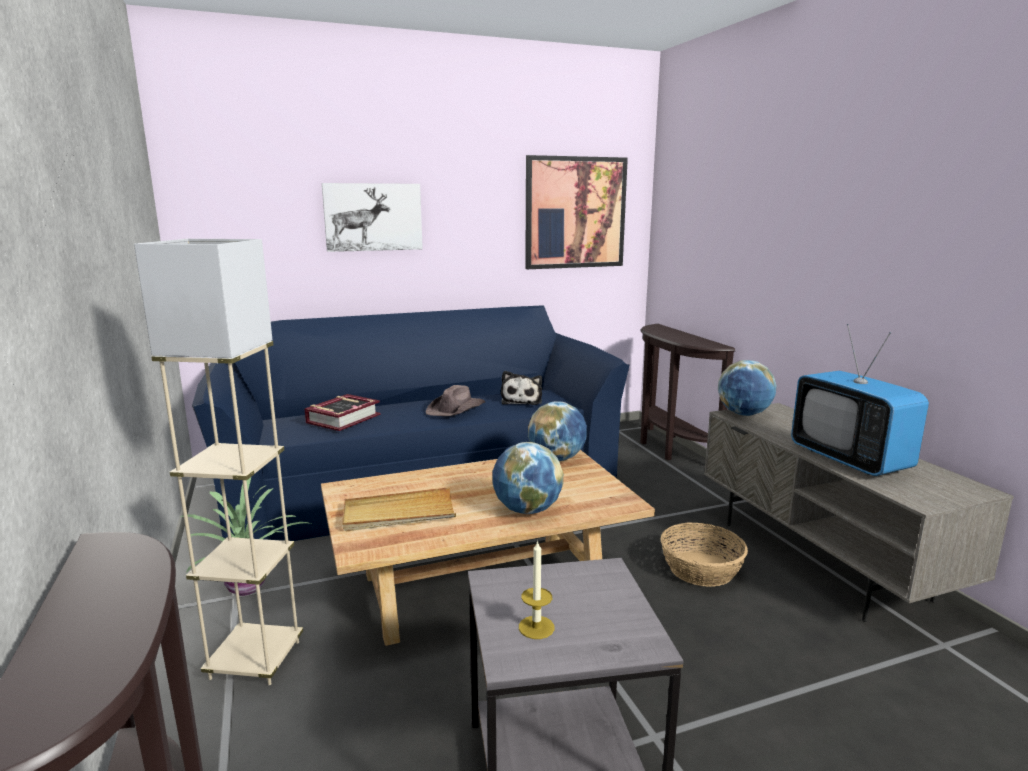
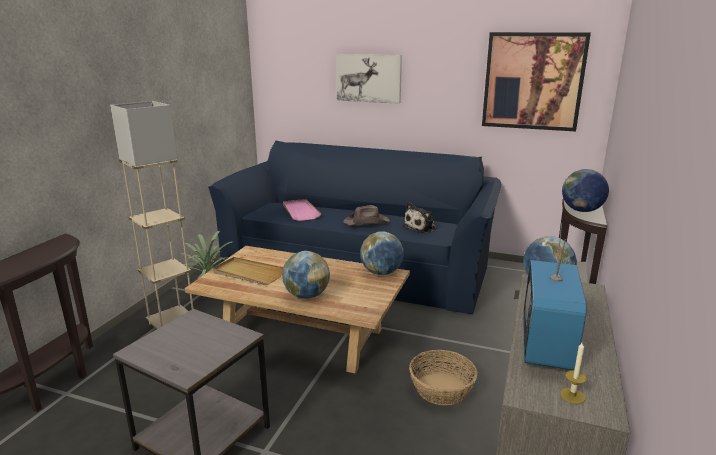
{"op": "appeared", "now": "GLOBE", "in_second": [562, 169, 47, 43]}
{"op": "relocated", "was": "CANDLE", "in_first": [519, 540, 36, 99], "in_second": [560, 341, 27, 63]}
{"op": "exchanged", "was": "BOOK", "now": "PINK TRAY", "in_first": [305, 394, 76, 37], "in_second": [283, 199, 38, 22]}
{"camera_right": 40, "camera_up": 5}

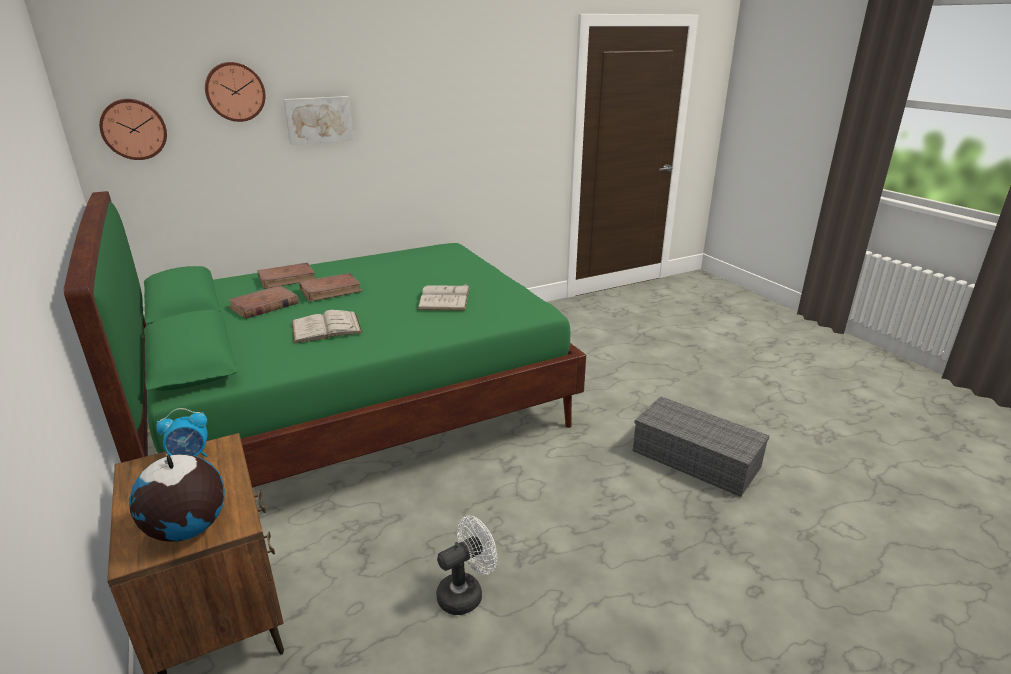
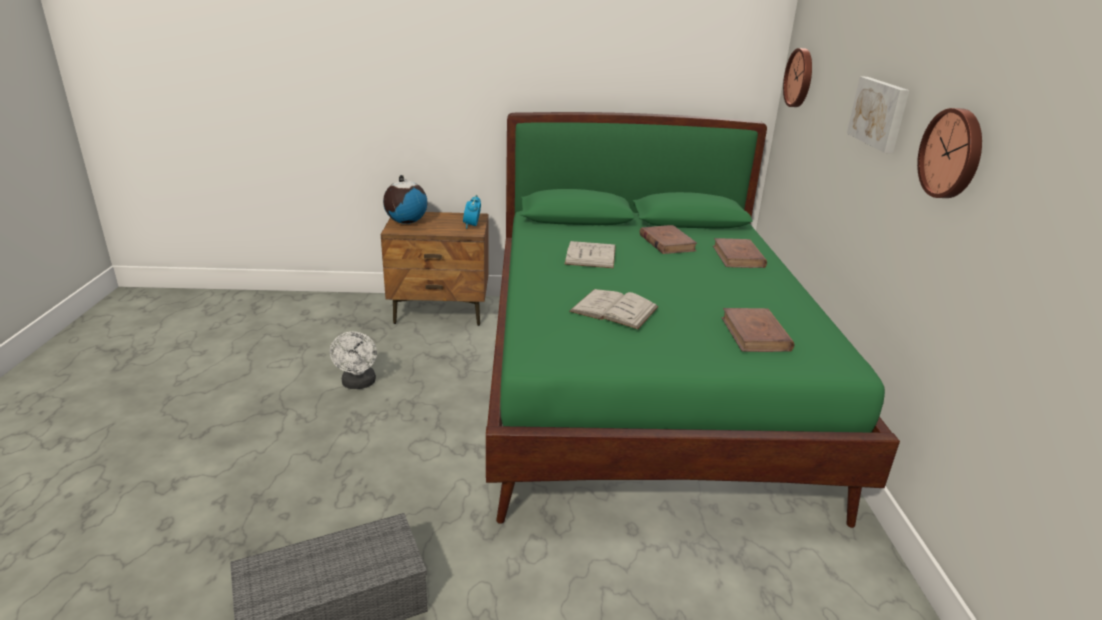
{"op": "relocated", "was": "WALL CLOCK", "in_first": [205, 62, 60, 60], "in_second": [917, 108, 65, 90]}
{"op": "relocated", "was": "BROWN BOOK", "in_first": [299, 273, 63, 29], "in_second": [721, 308, 73, 44]}
{"camera_right": 115, "camera_up": 0}

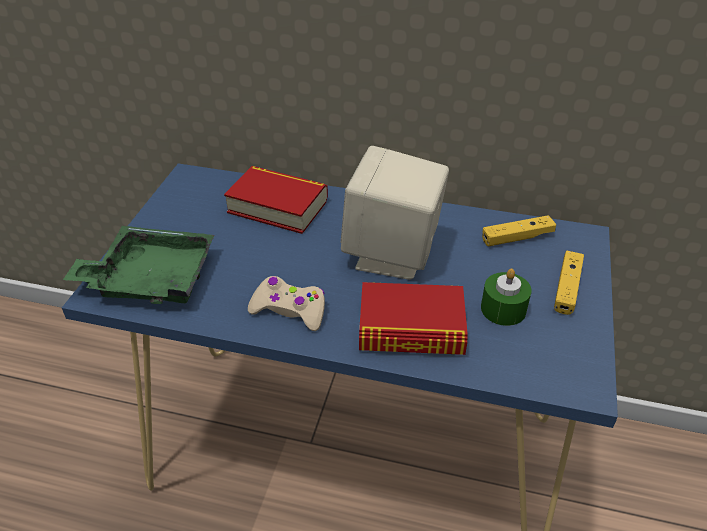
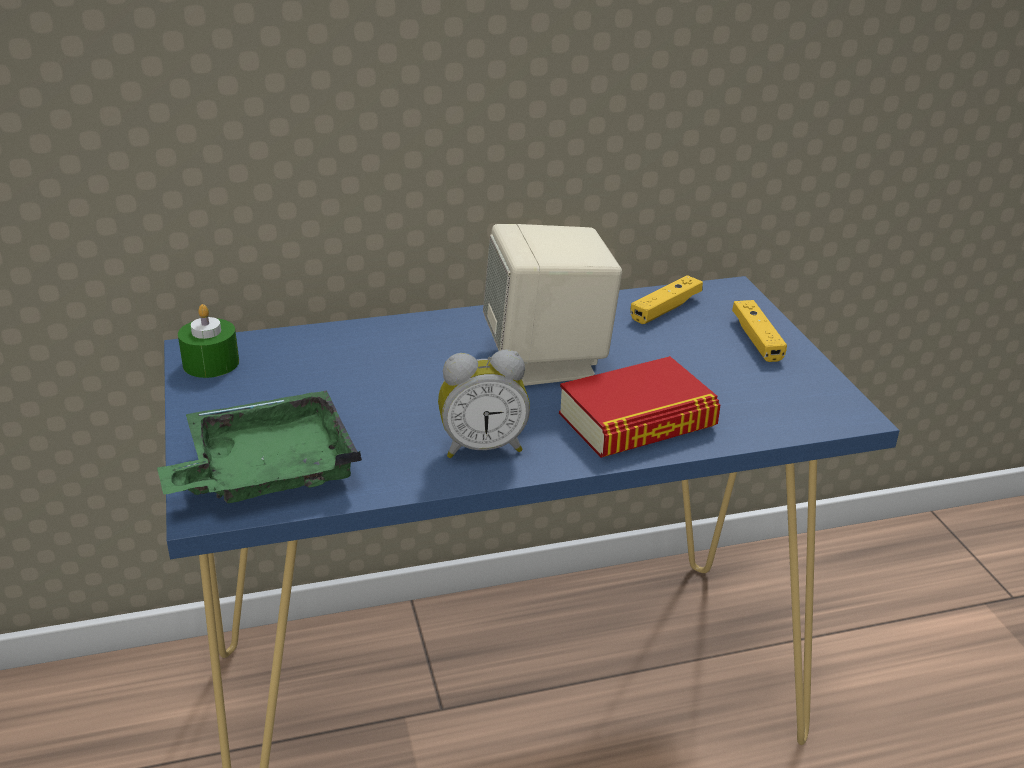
{"op": "missing", "was": "BOOK", "in_first": [224, 166, 104, 68]}
{"op": "relocated", "was": "GREEN CANDLE", "in_first": [481, 268, 50, 58], "in_second": [178, 304, 61, 74]}
{"op": "exchanged", "was": "BEIGE GAME CONTROLLER", "now": "ALARM CLOCK", "in_first": [248, 276, 77, 55], "in_second": [438, 350, 92, 108]}
{"camera_right": -30, "camera_up": -10}

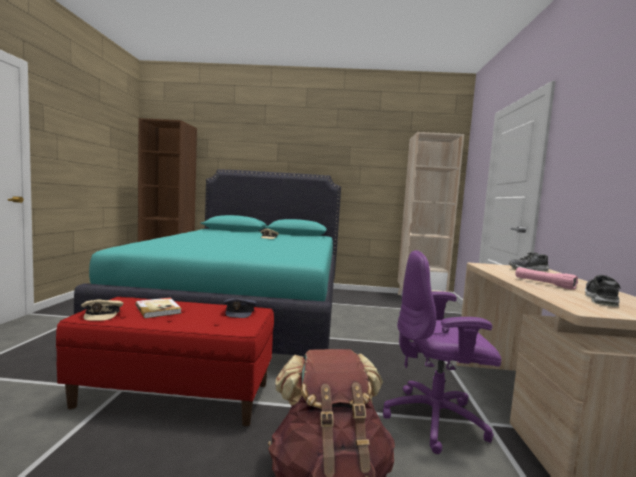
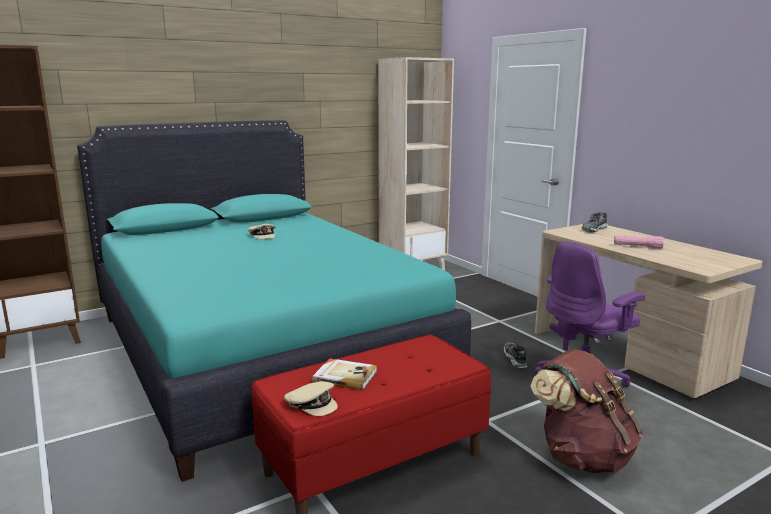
{"op": "missing", "was": "GREY CAP", "in_first": [223, 298, 34, 20]}
{"op": "relocated", "was": "SHOE", "in_first": [585, 275, 36, 32], "in_second": [504, 342, 23, 26]}
{"camera_right": -35, "camera_up": 10}

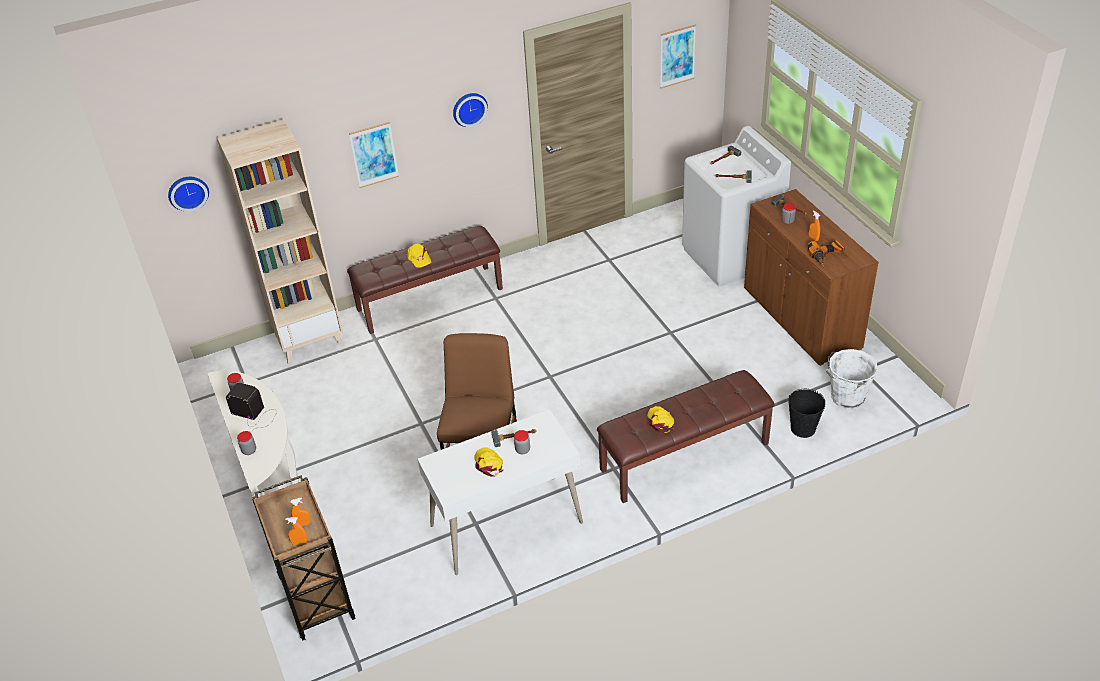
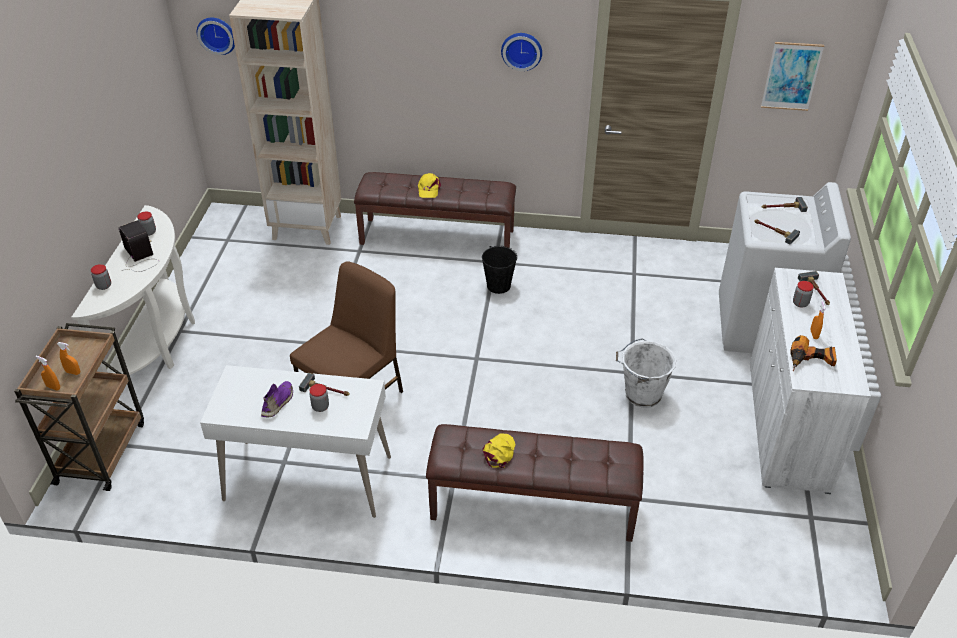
{"op": "missing", "was": "PICTURE", "in_first": [349, 122, 50, 66]}
{"op": "relocated", "was": "BLACK BUCKET", "in_first": [788, 389, 38, 49], "in_second": [482, 246, 35, 48]}
{"op": "relocated", "was": "WHITE BUCKET", "in_first": [826, 349, 52, 60], "in_second": [616, 339, 60, 69]}
{"op": "exchanged", "was": "YELLOW CAP", "now": "PURPLE SHOE", "in_first": [474, 447, 30, 30], "in_second": [261, 381, 32, 36]}
{"op": "colour", "was": "BROWN CABINET", "now": "WHITE CABINET", "in_first": [744, 189, 135, 177], "in_second": [750, 268, 121, 226]}
{"camera_right": 30, "camera_up": 0}

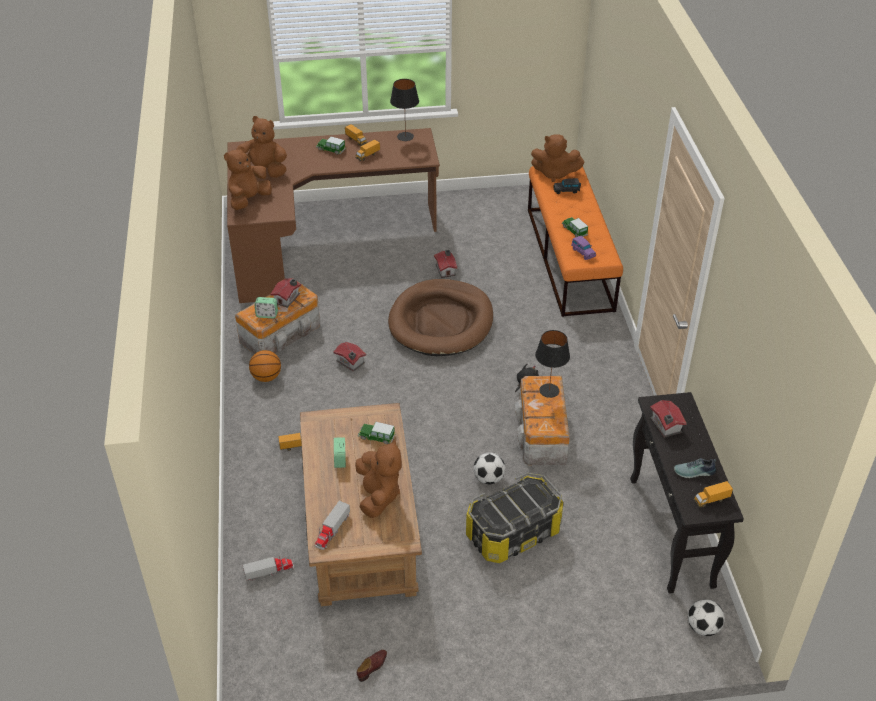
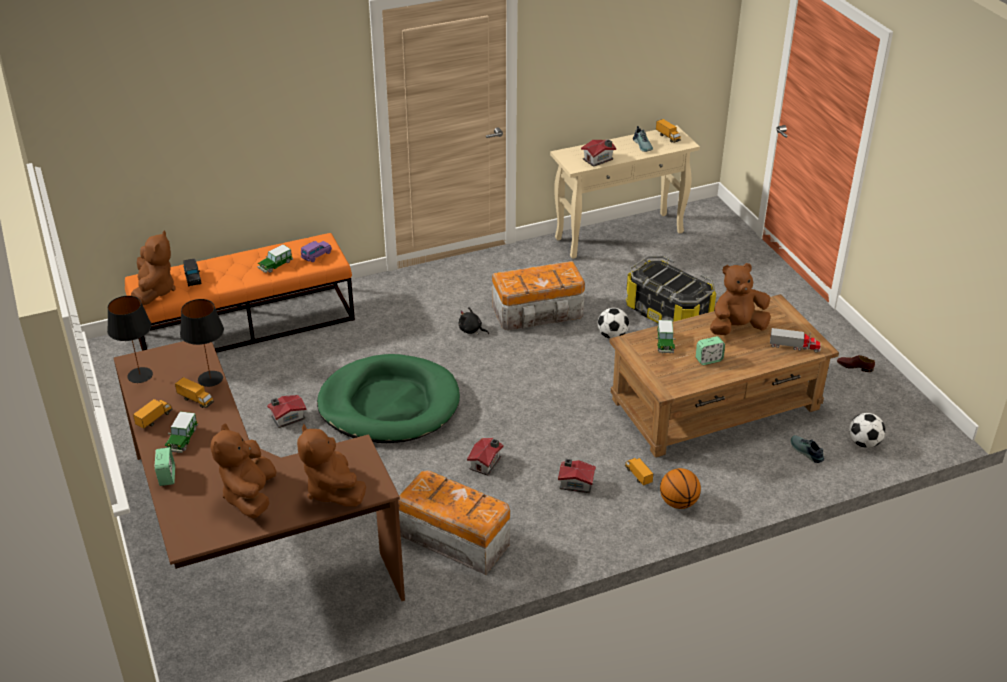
{"op": "relocated", "was": "BASKETBALL", "in_first": [249, 350, 32, 32], "in_second": [660, 468, 41, 41]}
{"op": "relocated", "was": "ALARM CLOCK", "in_first": [254, 297, 24, 21], "in_second": [155, 447, 20, 39]}
{"op": "relocated", "was": "TOY HOUSE", "in_first": [270, 278, 31, 30], "in_second": [558, 459, 38, 34]}
{"op": "relocated", "was": "BLACK TABLE LAMP", "in_first": [535, 330, 35, 68], "in_second": [180, 299, 44, 88]}
{"op": "relocated", "was": "FOOTBALL", "in_first": [688, 599, 37, 37], "in_second": [849, 413, 36, 35]}
{"op": "exchanged", "was": "TOY TRUCK", "now": "SHOE", "in_first": [243, 555, 51, 27], "in_second": [791, 435, 33, 28]}
{"op": "colour", "was": "BROWN DOG BED", "now": "GREEN DOG BED", "in_first": [388, 279, 105, 77], "in_second": [317, 354, 143, 89]}
{"op": "colour", "was": "BLACK CONSOLE TABLE", "now": "BEIGE CONSOLE TABLE", "in_first": [630, 392, 114, 202], "in_second": [550, 125, 150, 134]}
{"op": "spun", "was": "BROWN PLUSH TOY", "in_first": [224, 146, 48, 64], "in_second": [297, 424, 69, 83], "clockwise": 45}
{"camera_right": -105, "camera_up": -5}

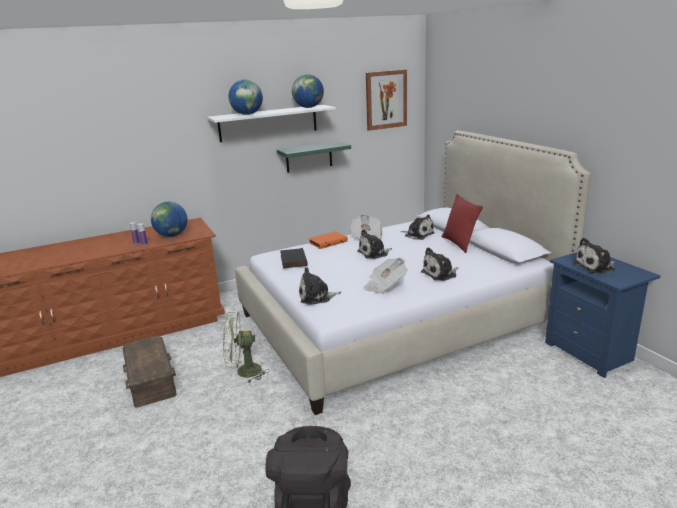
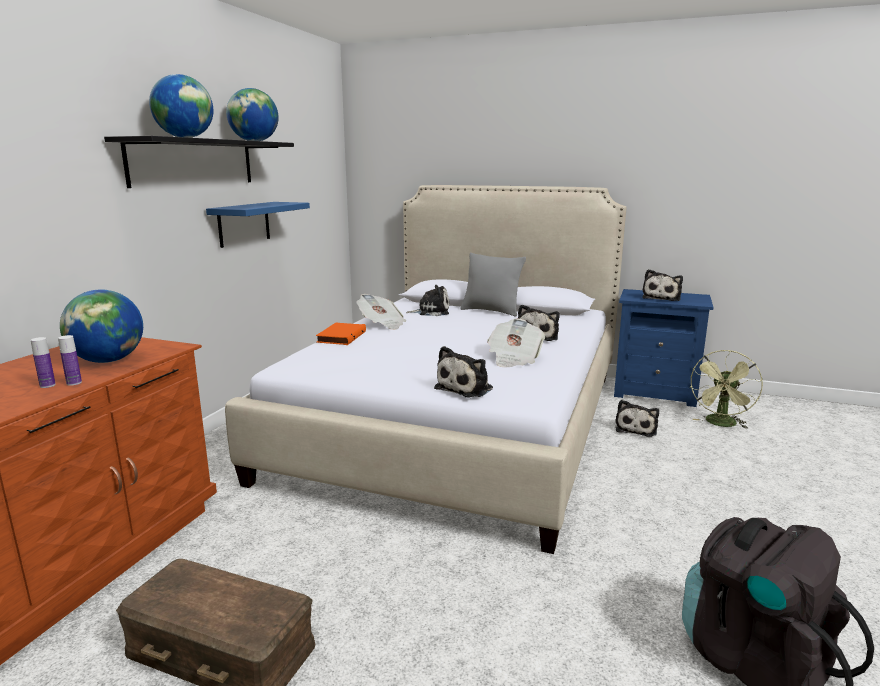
{"op": "missing", "was": "BLACK BOOK", "in_first": [280, 248, 28, 20]}
{"op": "missing", "was": "PICTURE", "in_first": [366, 70, 41, 61]}
{"op": "relocated", "was": "GREEN FAN", "in_first": [223, 312, 45, 71], "in_second": [689, 350, 74, 78]}
{"op": "relocated", "was": "PLUSH TOY", "in_first": [357, 229, 35, 30], "in_second": [615, 400, 44, 37]}
{"op": "colour", "was": "WHITE SHELF", "now": "BLACK SHELF", "in_first": [207, 105, 129, 37], "in_second": [104, 136, 190, 52]}
{"op": "colour", "was": "GREEN SHELF", "now": "BLUE SHELF", "in_first": [277, 141, 74, 32], "in_second": [206, 202, 104, 46]}
{"op": "colour", "was": "RED PILLOW", "now": "GREY PILLOW", "in_first": [442, 194, 41, 59], "in_second": [460, 253, 66, 64]}
{"camera_right": -45, "camera_up": -5}

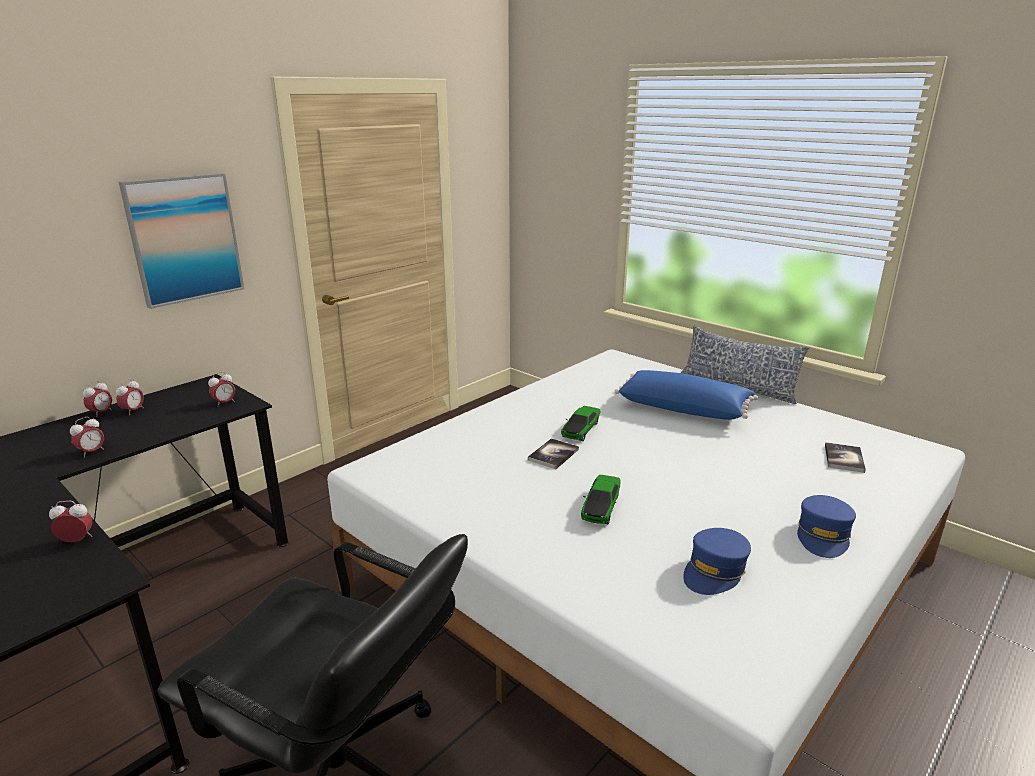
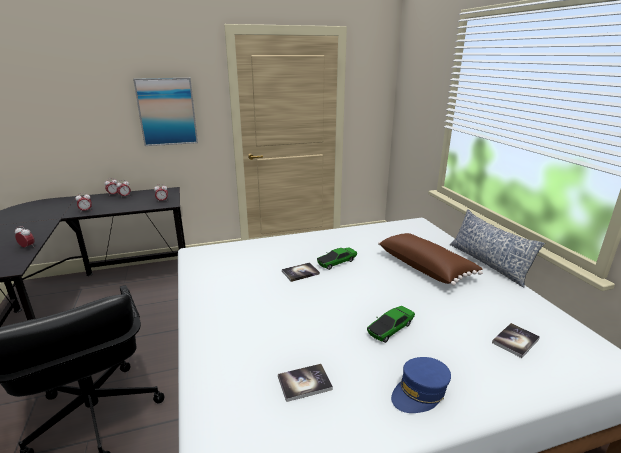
{"op": "relocated", "was": "TOY CAR", "in_first": [581, 475, 40, 49], "in_second": [367, 306, 48, 37]}
{"op": "exchanged", "was": "BLUE CAP", "now": "BOOK", "in_first": [683, 528, 68, 67], "in_second": [278, 364, 55, 38]}
{"op": "colour", "was": "BLUE PILLOW", "now": "BROWN PILLOW", "in_first": [615, 370, 143, 50], "in_second": [378, 233, 104, 53]}
{"camera_right": 30, "camera_up": 0}

